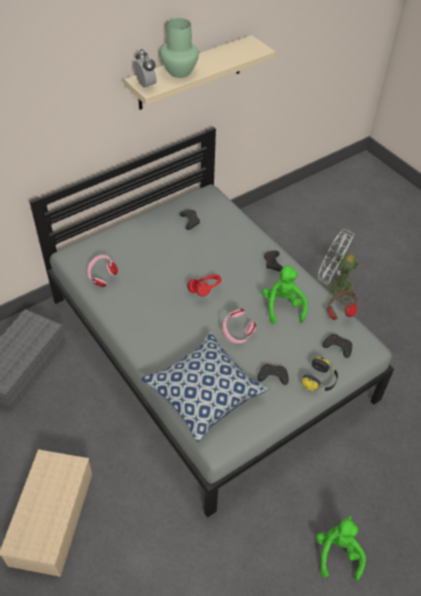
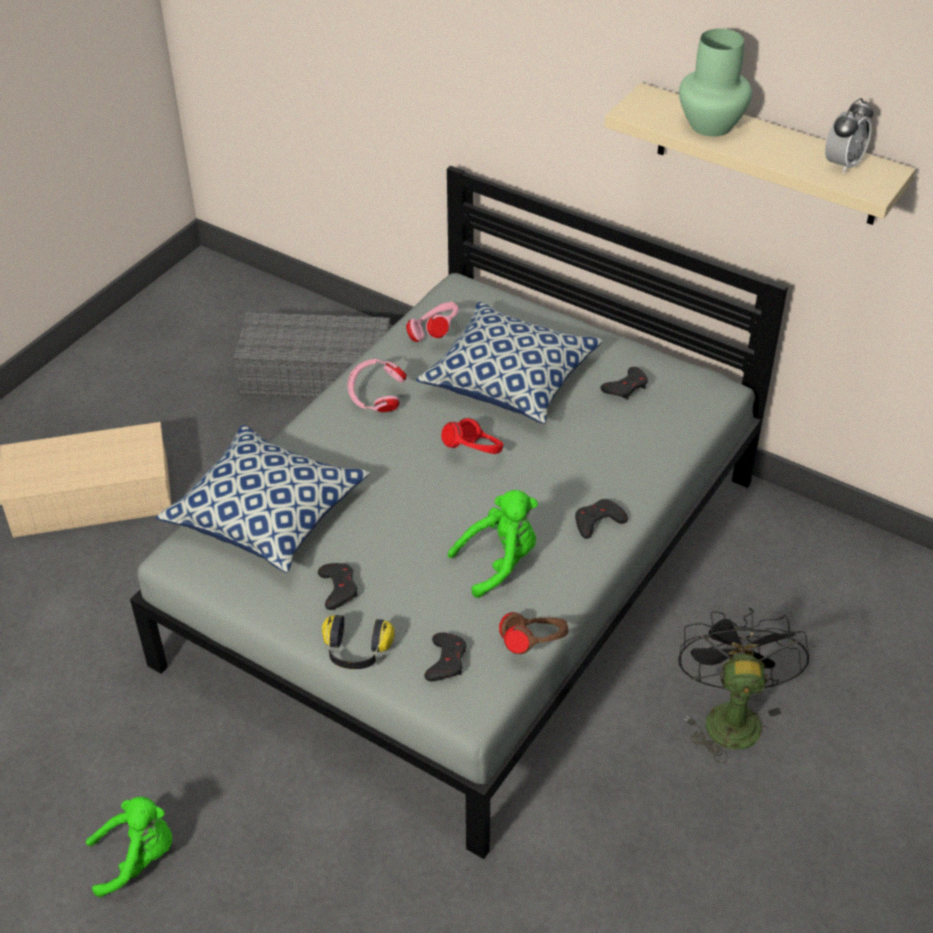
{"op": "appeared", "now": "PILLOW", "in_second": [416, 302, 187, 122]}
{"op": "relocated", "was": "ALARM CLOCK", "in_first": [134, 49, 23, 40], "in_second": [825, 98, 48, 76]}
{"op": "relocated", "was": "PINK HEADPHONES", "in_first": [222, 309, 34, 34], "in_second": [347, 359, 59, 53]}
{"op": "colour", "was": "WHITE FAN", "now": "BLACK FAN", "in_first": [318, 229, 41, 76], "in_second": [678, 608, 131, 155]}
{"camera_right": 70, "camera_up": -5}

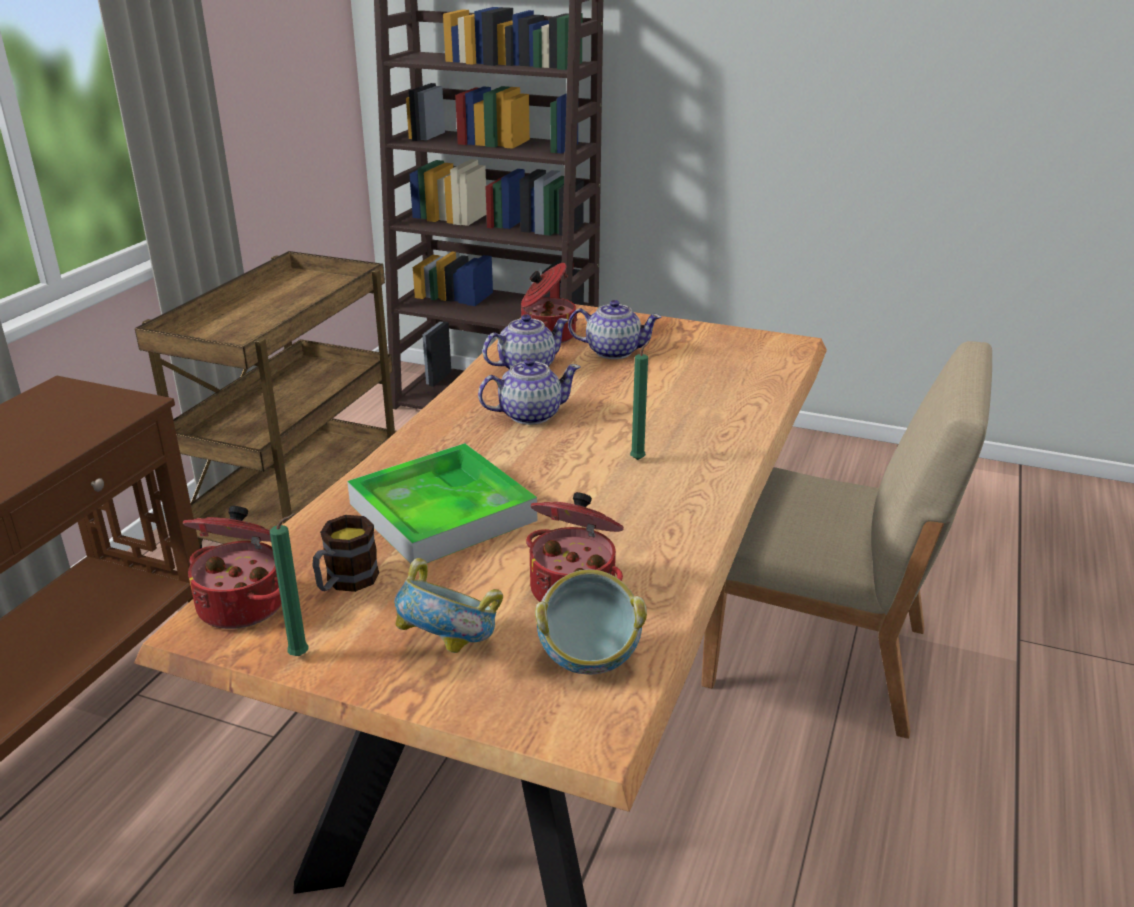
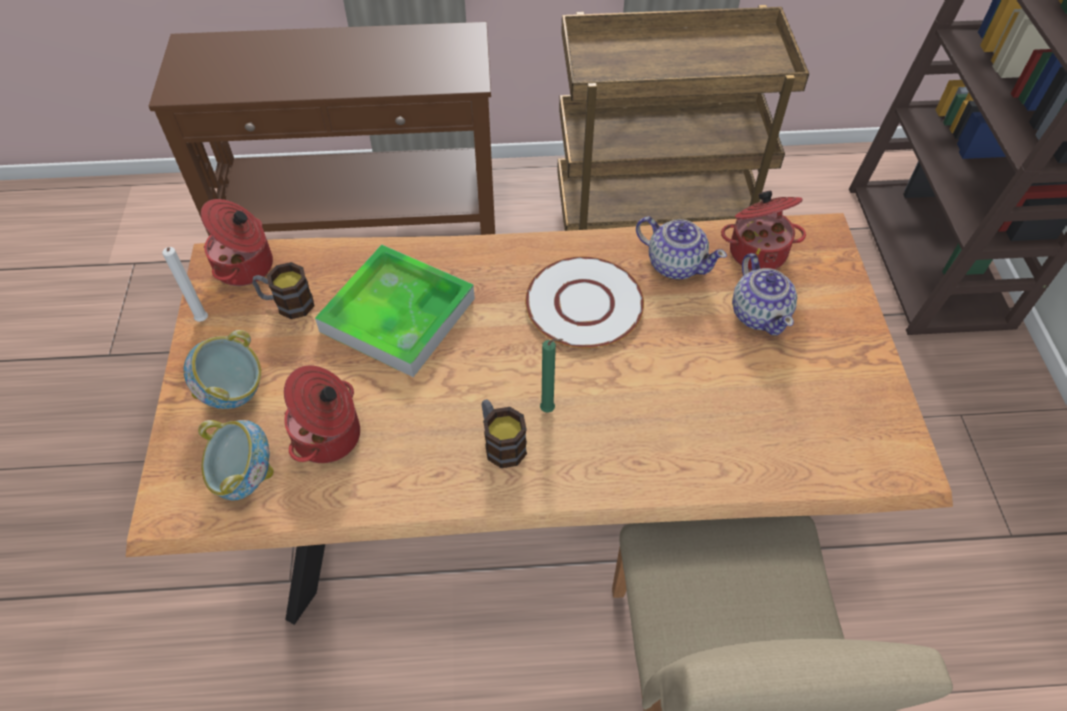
{"op": "appeared", "now": "MUG", "in_second": [482, 399, 45, 69]}
{"op": "exchanged", "was": "TEAPOT", "now": "WHITE PLATE", "in_first": [478, 358, 102, 67], "in_second": [525, 257, 119, 91]}
{"op": "colour", "was": "GREEN CANDLE", "now": "WHITE CANDLE", "in_first": [270, 513, 38, 143], "in_second": [162, 247, 46, 75]}
{"camera_right": 65, "camera_up": 25}

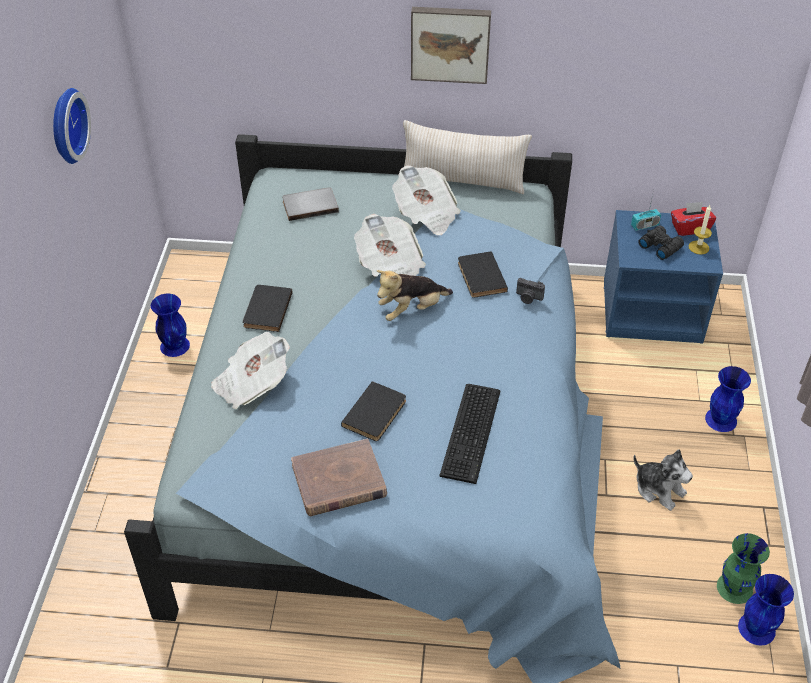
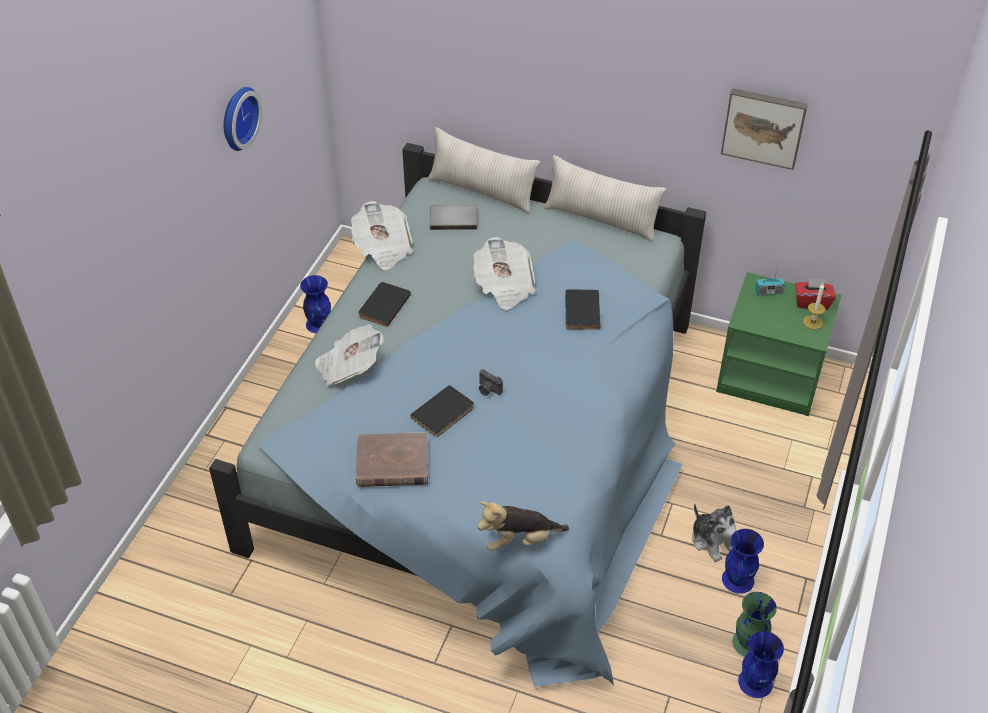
{"op": "missing", "was": "KEYBOARD", "in_first": [439, 384, 62, 100]}
{"op": "missing", "was": "BLACK BINOCULARS", "in_first": [639, 226, 45, 34]}
{"op": "appeared", "now": "BEIGE PILLOW", "in_second": [428, 127, 112, 87]}
{"op": "relocated", "was": "PLUSH TOY", "in_first": [377, 270, 76, 51], "in_second": [478, 501, 91, 50]}
{"op": "relocated", "was": "NEWSPAPER", "in_first": [392, 165, 69, 70], "in_second": [351, 201, 62, 69]}
{"op": "relocated", "was": "PICTURE", "in_first": [411, 7, 80, 77], "in_second": [721, 88, 87, 82]}
{"op": "relocated", "was": "PHOTO CAMERA", "in_first": [516, 278, 29, 26], "in_second": [479, 369, 24, 27]}
{"op": "relocated", "was": "BLUE VASE", "in_first": [705, 366, 46, 66], "in_second": [722, 529, 42, 65]}
{"op": "colour", "was": "BLUE NIGHTSTAND", "now": "GREEN NIGHTSTAND", "in_first": [604, 210, 119, 133], "in_second": [716, 272, 125, 144]}
{"camera_right": 15, "camera_up": 0}

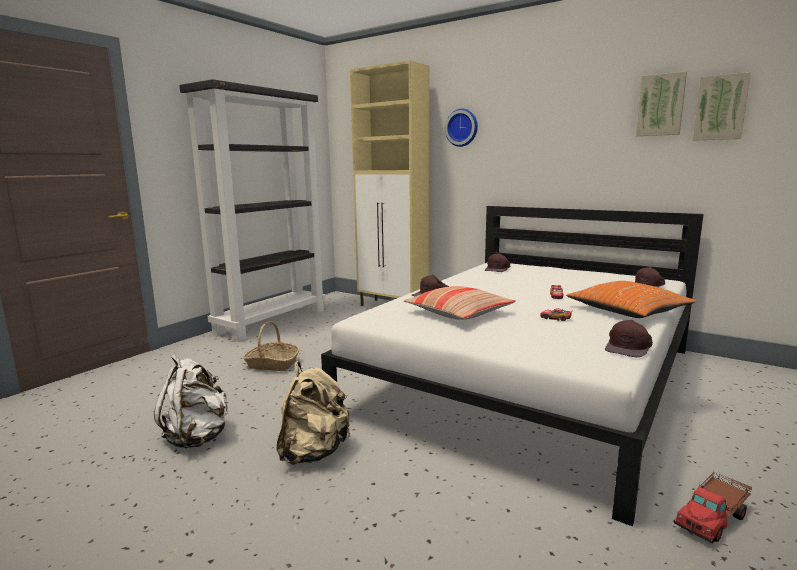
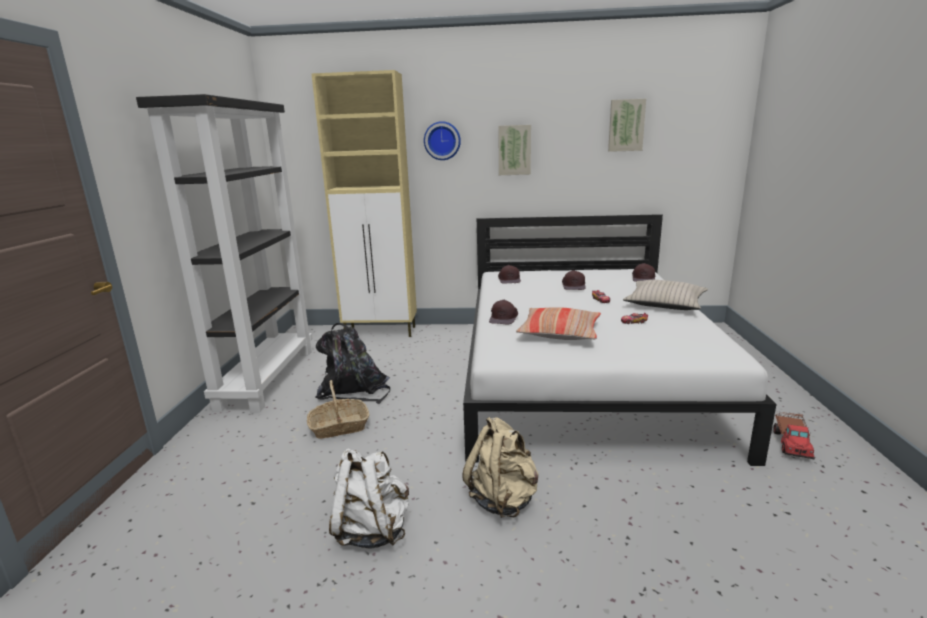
{"op": "appeared", "now": "BLACK BACKPACK", "in_second": [315, 323, 75, 81]}
{"op": "relocated", "was": "BROWN CAP", "in_first": [605, 320, 48, 37], "in_second": [562, 270, 24, 20]}
{"op": "relocated", "was": "PICTURE", "in_first": [693, 72, 58, 69], "in_second": [498, 125, 33, 50]}
{"op": "colour", "was": "ORANGE PILLOW", "now": "BEIGE PILLOW", "in_first": [566, 281, 130, 37], "in_second": [623, 280, 85, 30]}
{"camera_right": -30, "camera_up": 5}

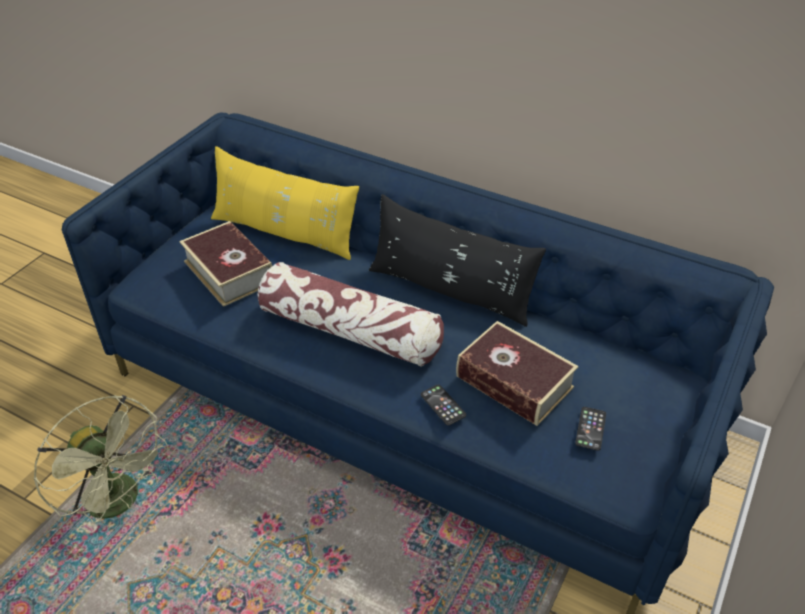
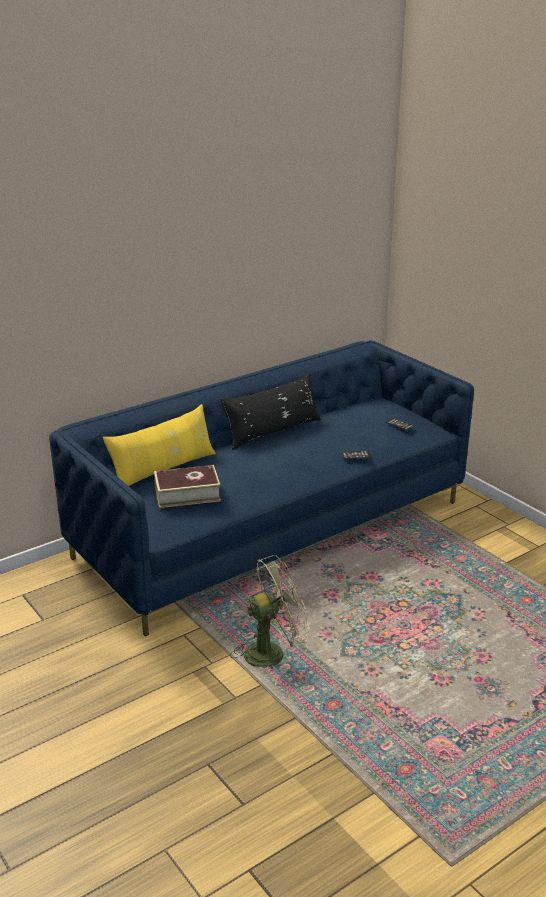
{"op": "missing", "was": "PILLOW", "in_first": [258, 262, 186, 105]}
{"op": "missing", "was": "BOOK", "in_first": [456, 321, 123, 105]}
{"camera_right": -65, "camera_up": -15}

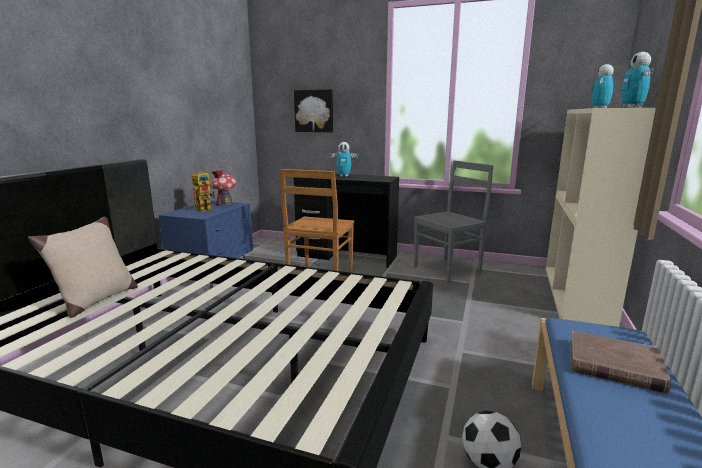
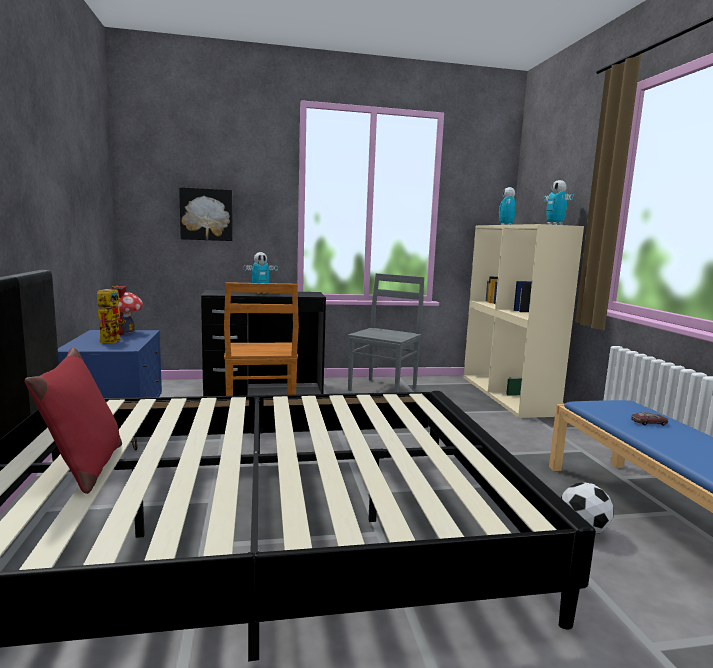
{"op": "exchanged", "was": "BROWN BOOK", "now": "TOY CAR", "in_first": [570, 331, 101, 63], "in_second": [631, 412, 37, 14]}
{"op": "colour", "was": "BEIGE PILLOW", "now": "RED PILLOW", "in_first": [28, 217, 110, 101], "in_second": [25, 348, 97, 146]}
{"camera_right": -30, "camera_up": -5}

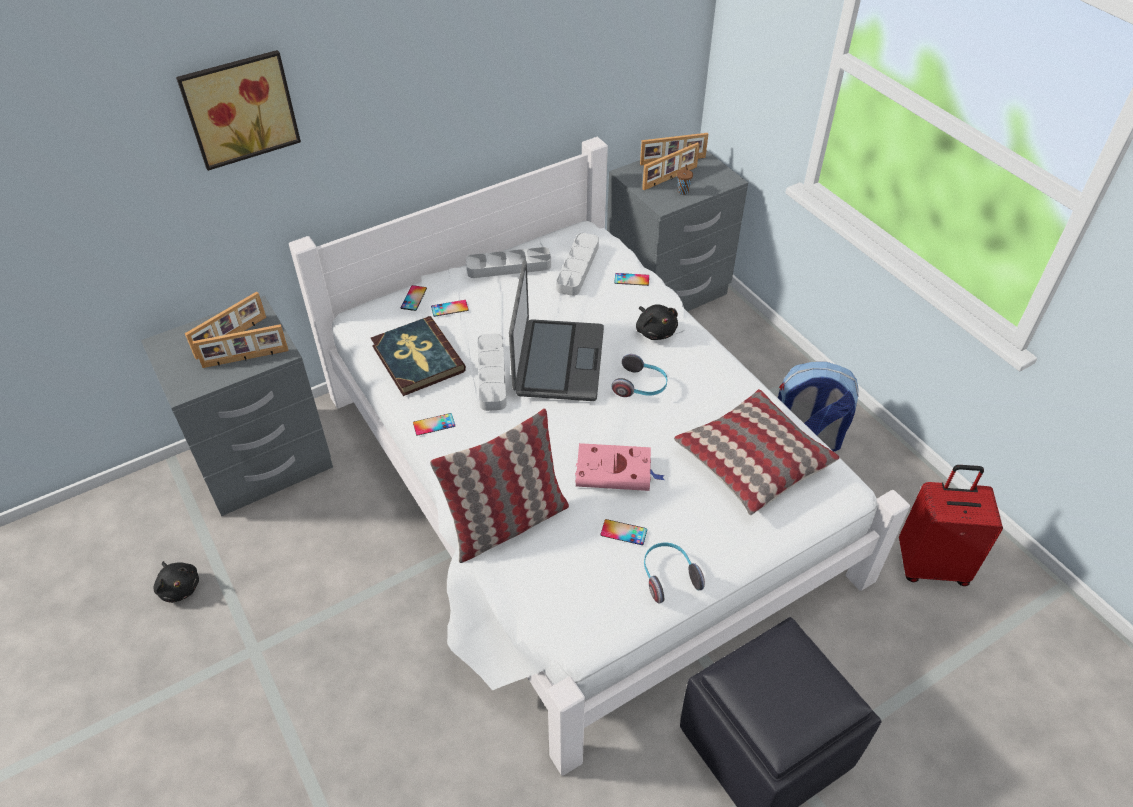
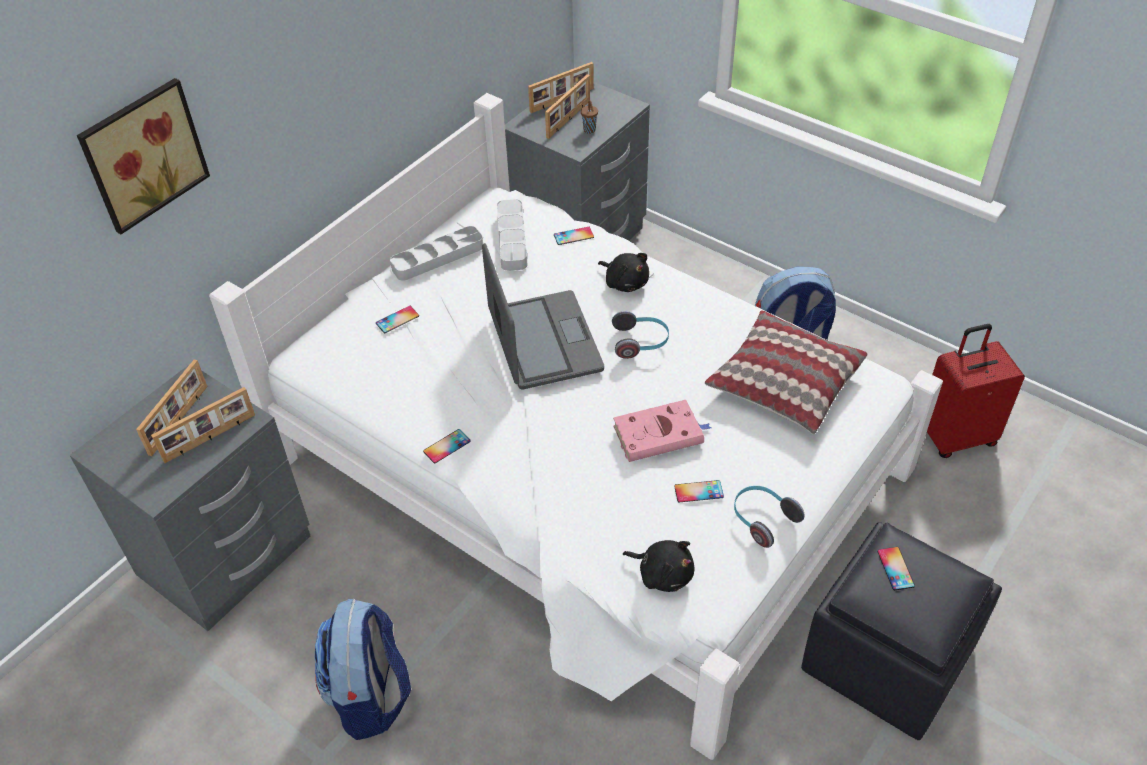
{"op": "missing", "was": "BOOK", "in_first": [371, 316, 95, 80]}
{"op": "missing", "was": "PILLOW", "in_first": [430, 408, 139, 155]}
{"op": "missing", "was": "GREY TRAY", "in_first": [477, 334, 29, 77]}
{"op": "appeared", "now": "BACKPACK", "in_second": [315, 599, 96, 141]}
{"op": "relocated", "was": "BLACK PLUSH TOY", "in_first": [153, 561, 46, 42], "in_second": [623, 540, 71, 52]}
{"op": "relocated", "was": "PHONE", "in_first": [401, 285, 26, 26], "in_second": [878, 547, 37, 43]}
{"camera_right": -20, "camera_up": 0}

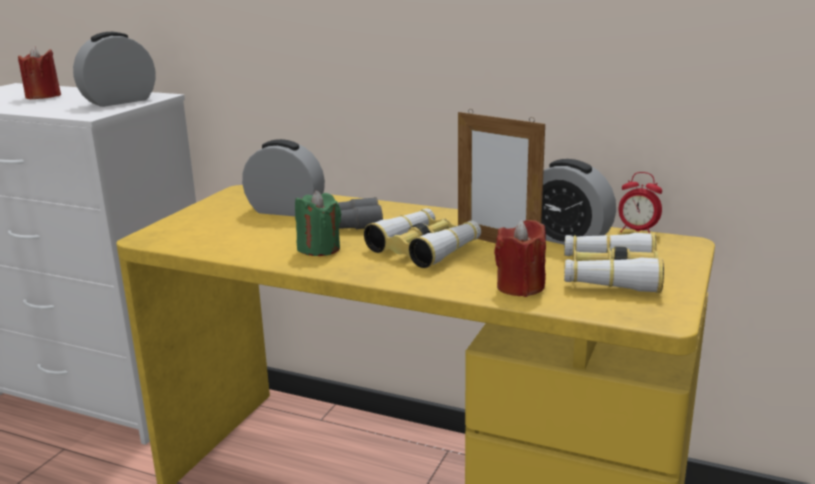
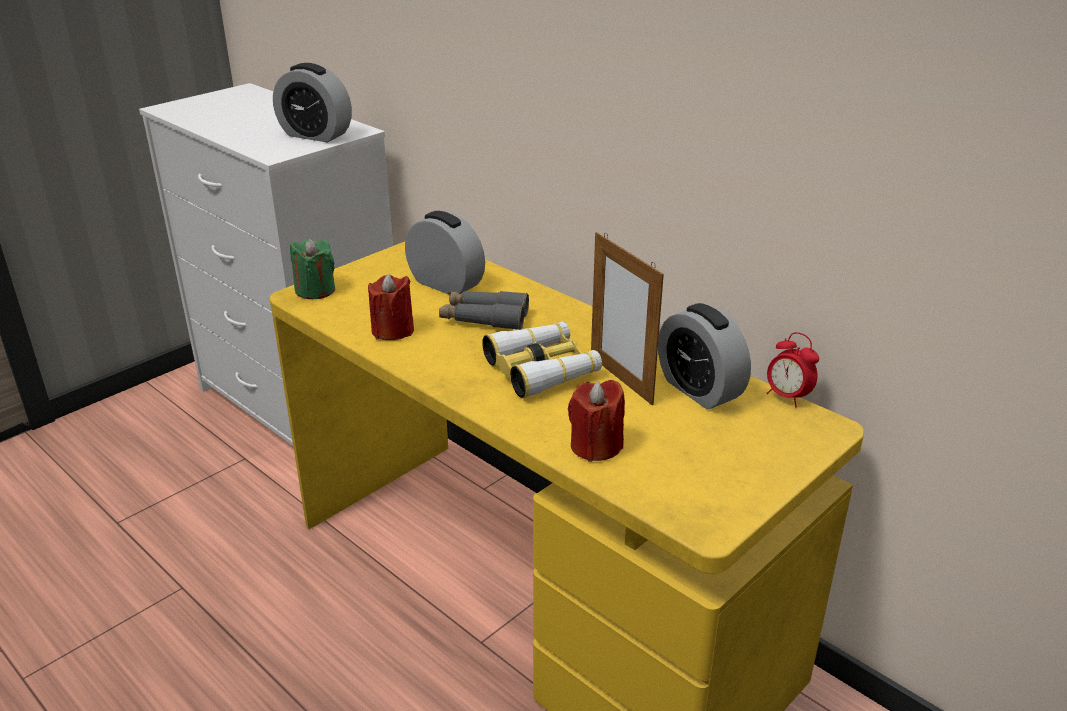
{"op": "missing", "was": "BINOCULARS", "in_first": [564, 233, 100, 60]}
{"op": "relocated", "was": "RED CANDLE", "in_first": [18, 47, 43, 53], "in_second": [368, 273, 46, 67]}
{"op": "relocated", "was": "GREEN CANDLE", "in_first": [295, 191, 46, 65], "in_second": [290, 238, 45, 61]}
{"op": "spun", "was": "ALARM CLOCK", "in_first": [73, 32, 83, 75], "in_second": [273, 63, 79, 79], "clockwise": -135}
{"camera_right": 20, "camera_up": 10}

